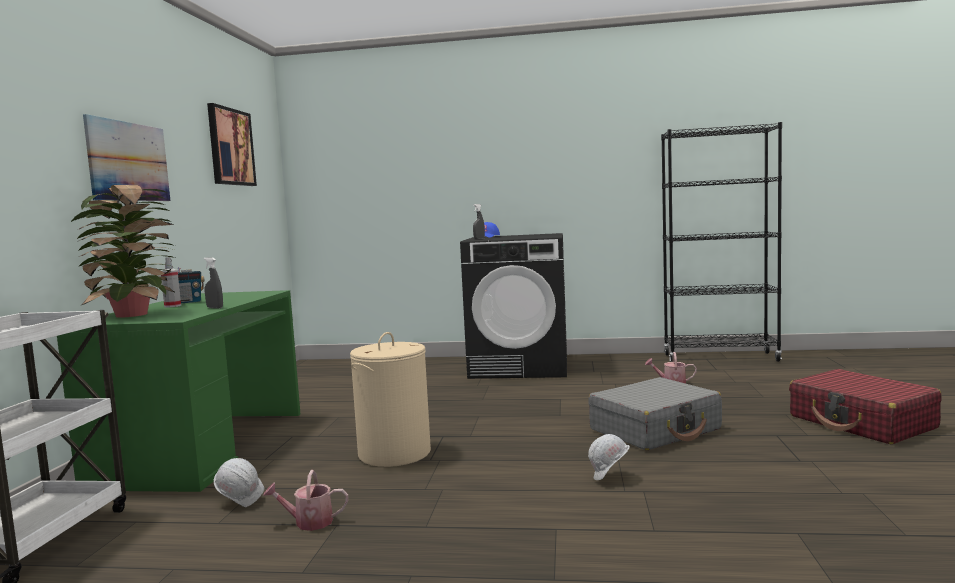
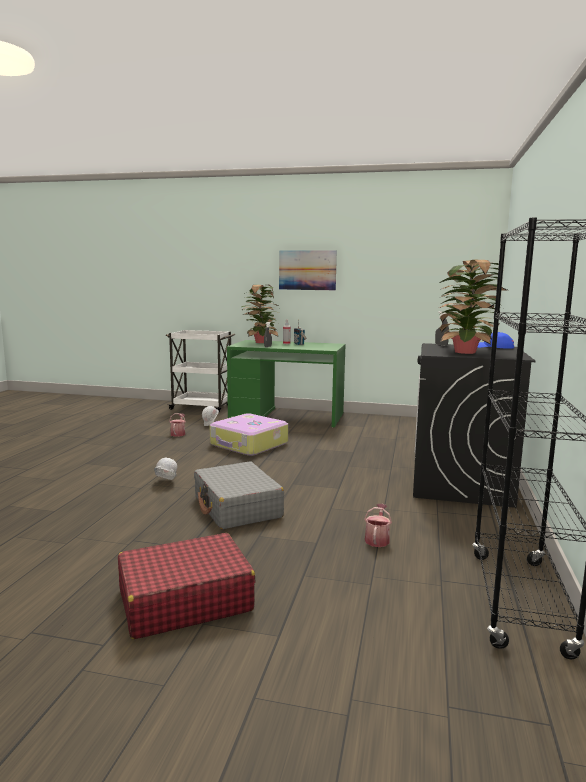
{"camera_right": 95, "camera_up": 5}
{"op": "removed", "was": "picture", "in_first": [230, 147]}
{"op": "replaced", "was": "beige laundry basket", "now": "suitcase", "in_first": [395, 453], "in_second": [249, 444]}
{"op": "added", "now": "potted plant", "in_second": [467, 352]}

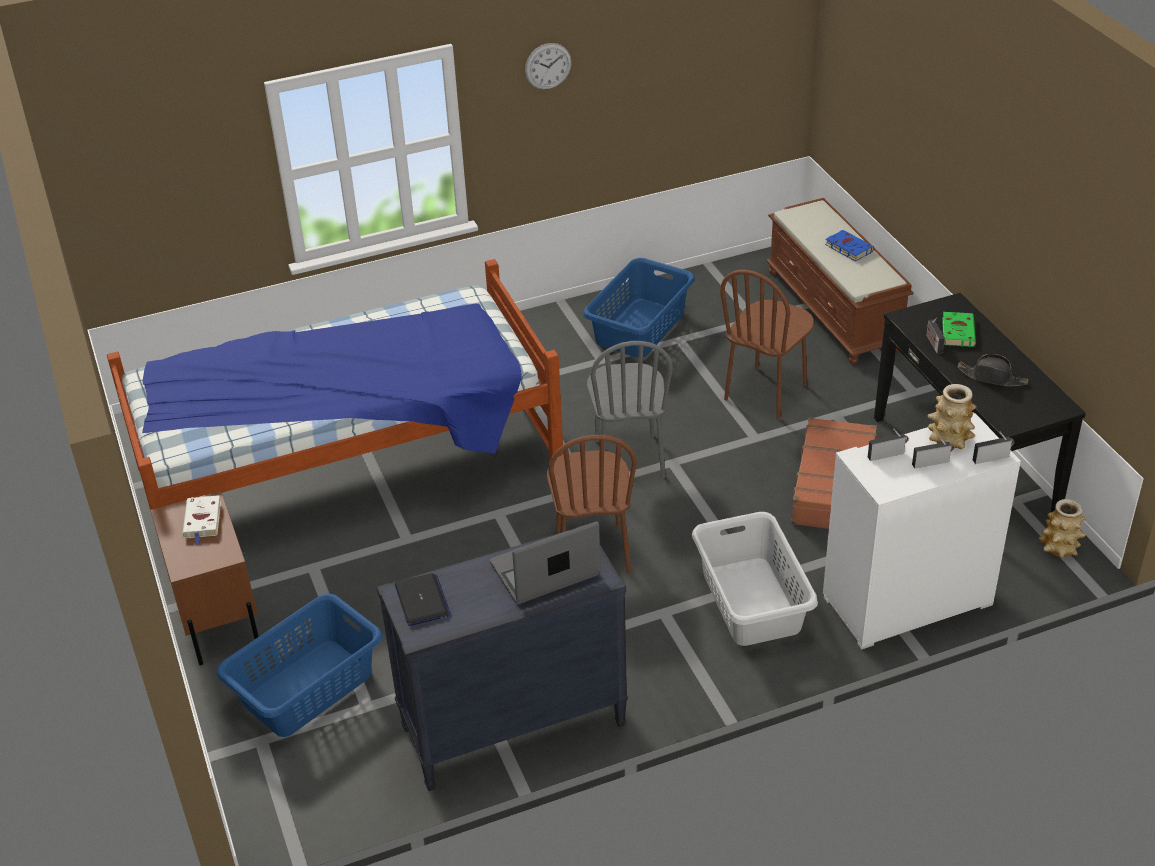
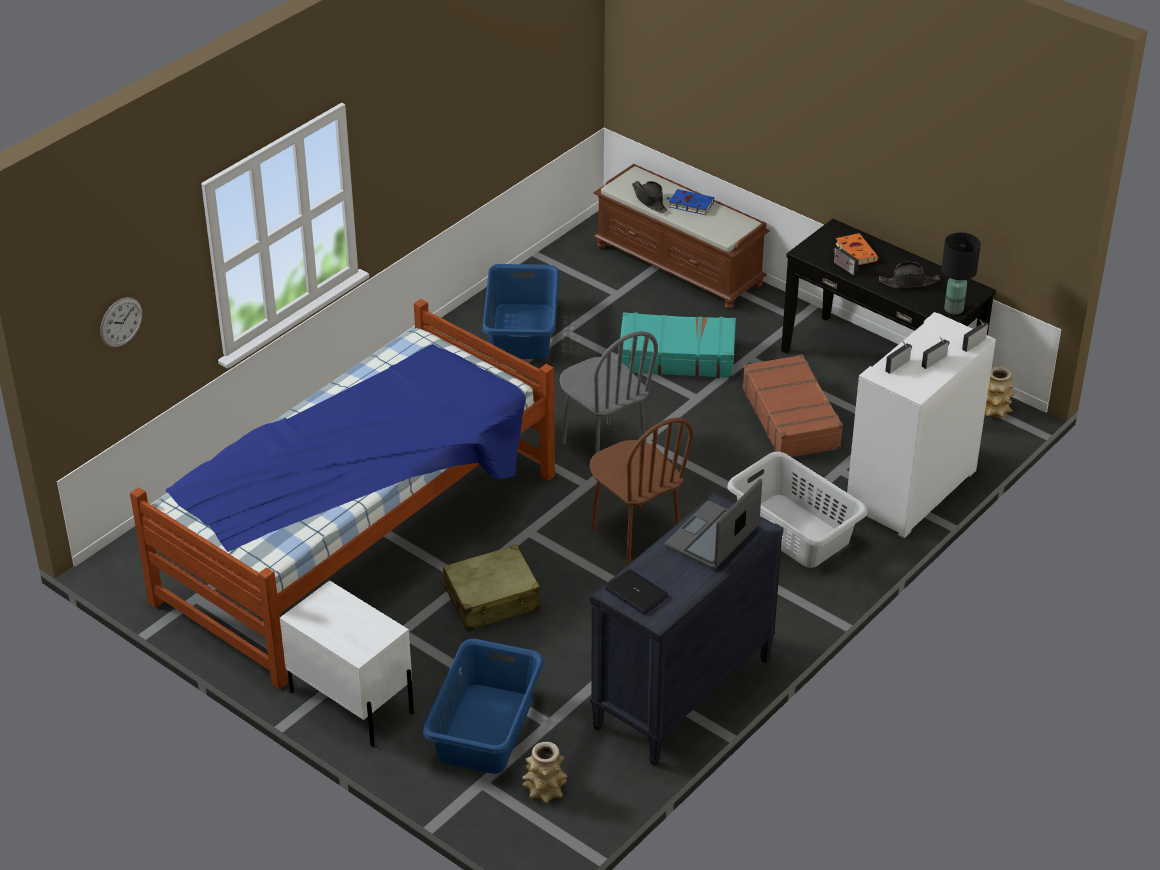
{"camera_right": -30, "camera_up": 0}
{"op": "recoloured", "was": "brown nightstand", "now": "white nightstand", "in_first": [218, 615], "in_second": [351, 701]}
{"op": "removed", "was": "white book", "in_first": [202, 521]}
{"op": "moved", "was": "wall clock", "in_first": [548, 66], "in_second": [121, 322]}
{"op": "replaced", "was": "brown chair", "now": "turquoise suitcase", "in_first": [766, 393], "in_second": [676, 356]}
{"op": "moved", "was": "vase", "in_first": [949, 439], "in_second": [544, 790]}
{"op": "recoloured", "was": "green book", "now": "orange book", "in_first": [957, 331], "in_second": [855, 252]}
{"op": "added", "now": "beige suitcase", "in_second": [493, 600]}
{"op": "added", "now": "black hat", "in_second": [649, 200]}
{"op": "added", "now": "black table lamp", "in_second": [954, 309]}

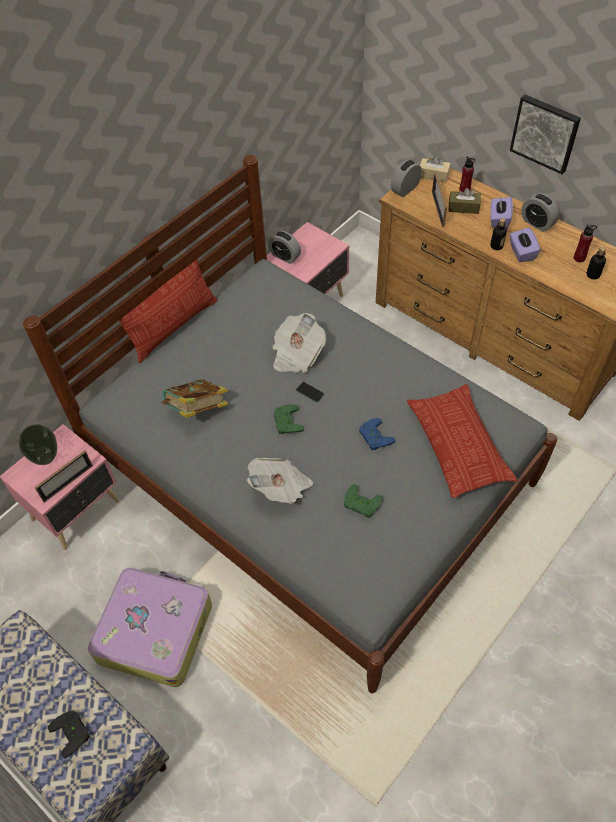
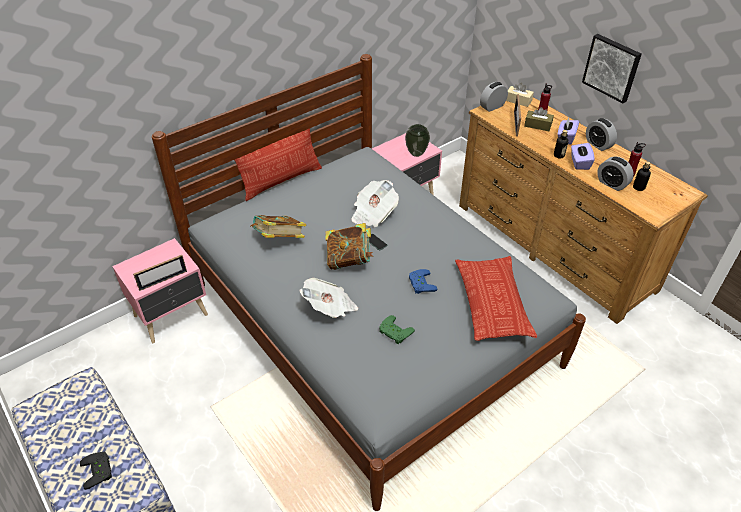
{"camera_right": 10, "camera_up": -10}
{"op": "moved", "was": "vase", "in_first": [45, 459], "in_second": [416, 154]}
{"op": "removed", "was": "suitcase", "in_first": [155, 630]}
{"op": "moved", "was": "alarm clock", "in_first": [285, 256], "in_second": [611, 184]}
{"op": "replaced", "was": "green game controller", "now": "book", "in_first": [286, 421], "in_second": [349, 260]}

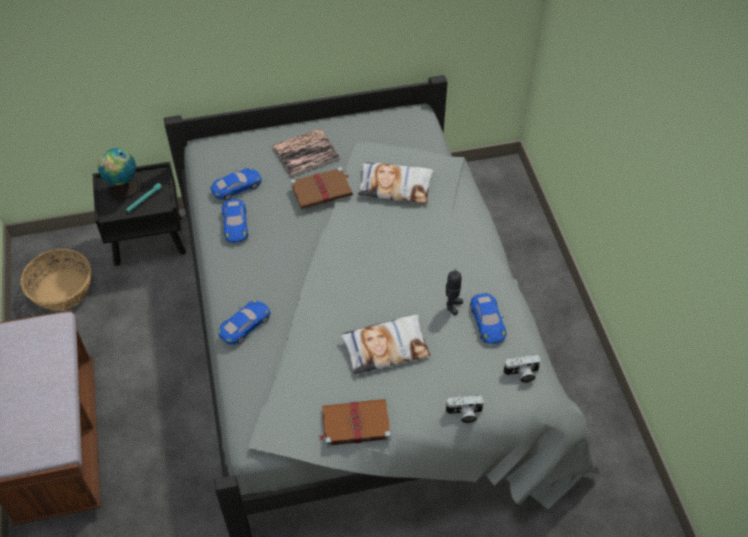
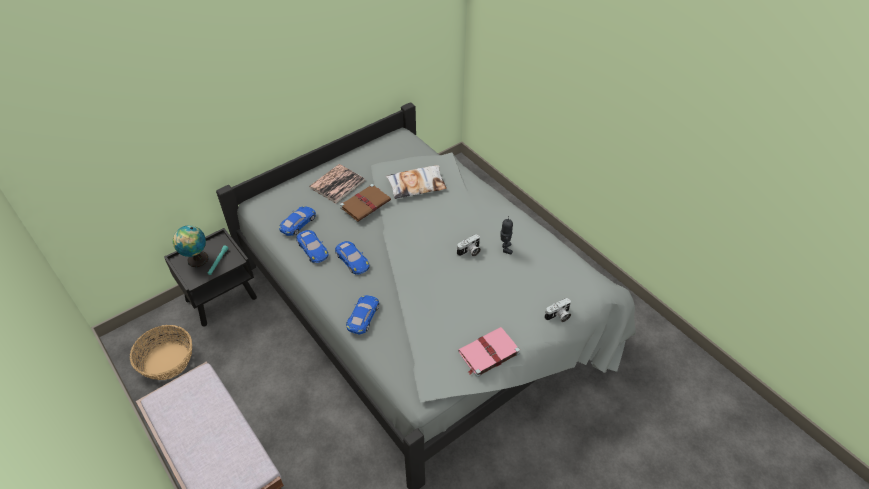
{"camera_right": -25, "camera_up": -5}
{"op": "recoloured", "was": "brown book", "now": "pink book", "in_first": [354, 424], "in_second": [488, 353]}
{"op": "removed", "was": "pillow", "in_first": [385, 347]}
{"op": "moved", "was": "blue toy car", "in_first": [487, 321], "in_second": [352, 260]}
{"op": "moved", "was": "photo camera", "in_first": [521, 374], "in_second": [470, 252]}

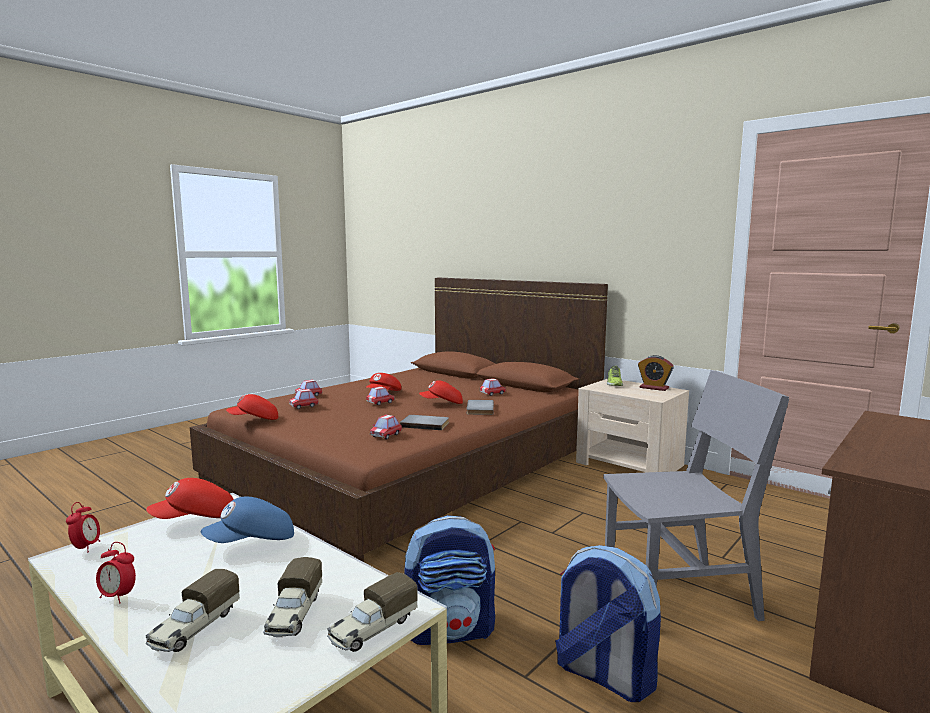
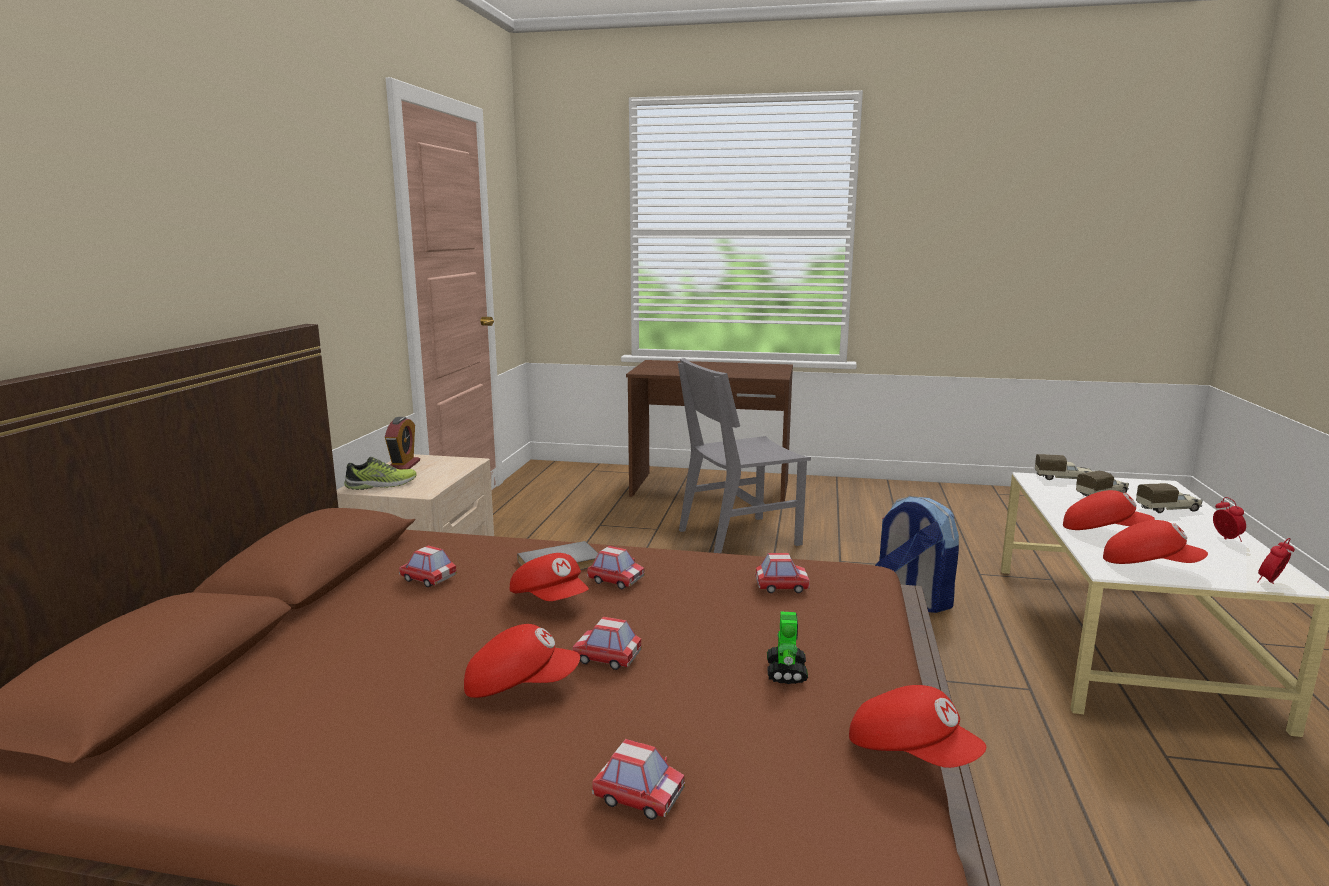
{"camera_right": -120, "camera_up": 5}
{"op": "recoloured", "was": "blue cap", "now": "red cap", "in_first": [252, 543], "in_second": [1103, 531]}
{"op": "moved", "was": "toy car", "in_first": [303, 406], "in_second": [616, 580]}
{"op": "removed", "was": "grey book", "in_first": [425, 424]}
{"op": "removed", "was": "backpack", "in_first": [603, 675]}
{"op": "turned", "was": "grey chair", "in_first": [678, 594], "in_second": [738, 537], "clockwise": -75}
{"op": "added", "now": "toy robot", "in_second": [786, 671]}

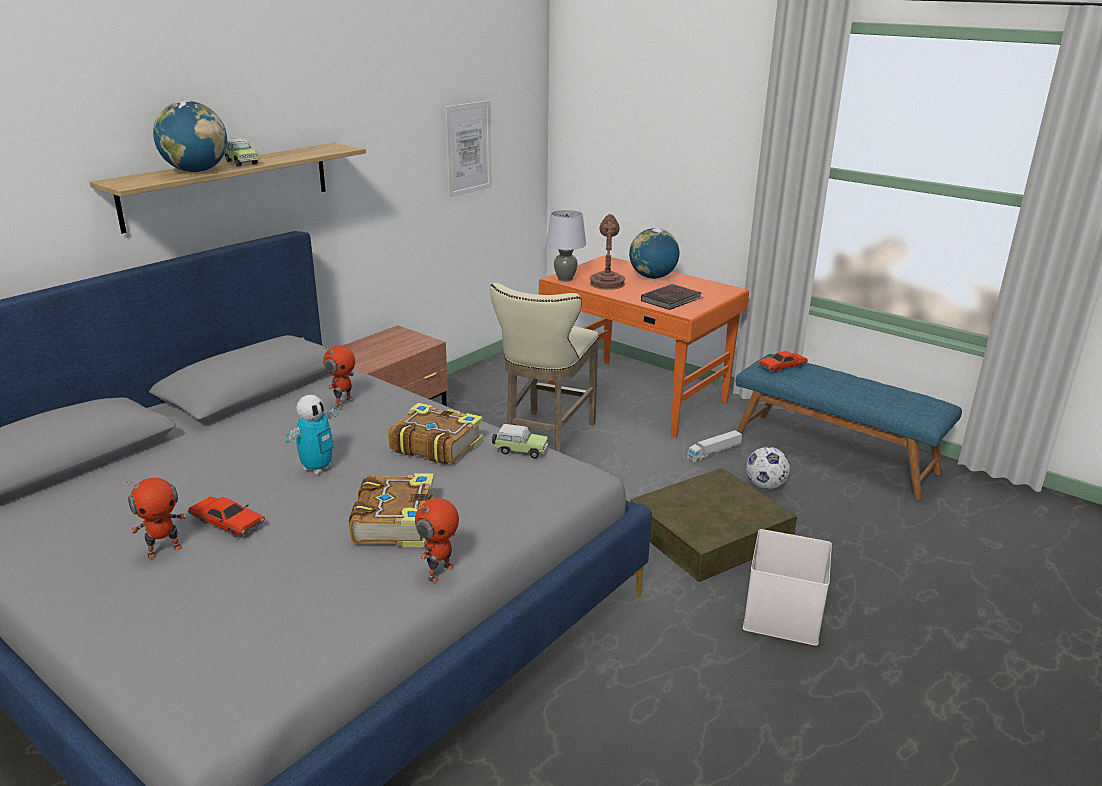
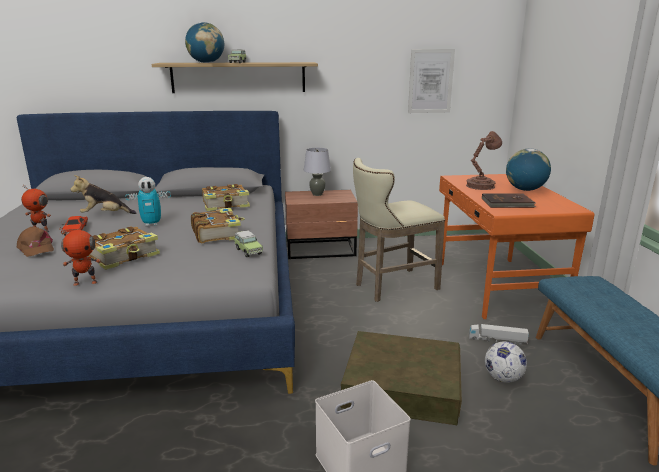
{"camera_right": 45, "camera_up": -5}
{"op": "replaced", "was": "toy robot", "now": "book", "in_first": [343, 402], "in_second": [226, 205]}
{"op": "moved", "was": "grey table lamp", "in_first": [565, 279], "in_second": [317, 194]}
{"op": "removed", "was": "red toy car", "in_first": [782, 367]}
{"op": "added", "now": "brown cap", "in_second": [36, 248]}
{"op": "added", "now": "plush toy", "in_second": [105, 215]}

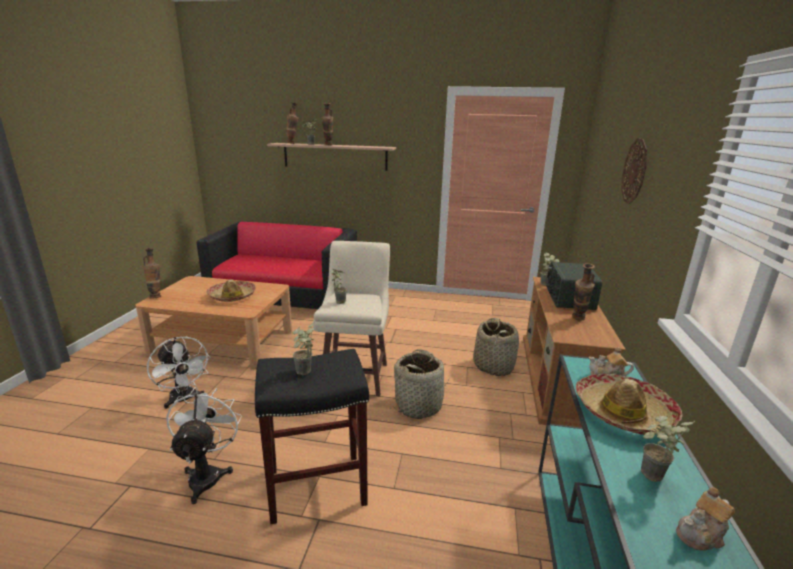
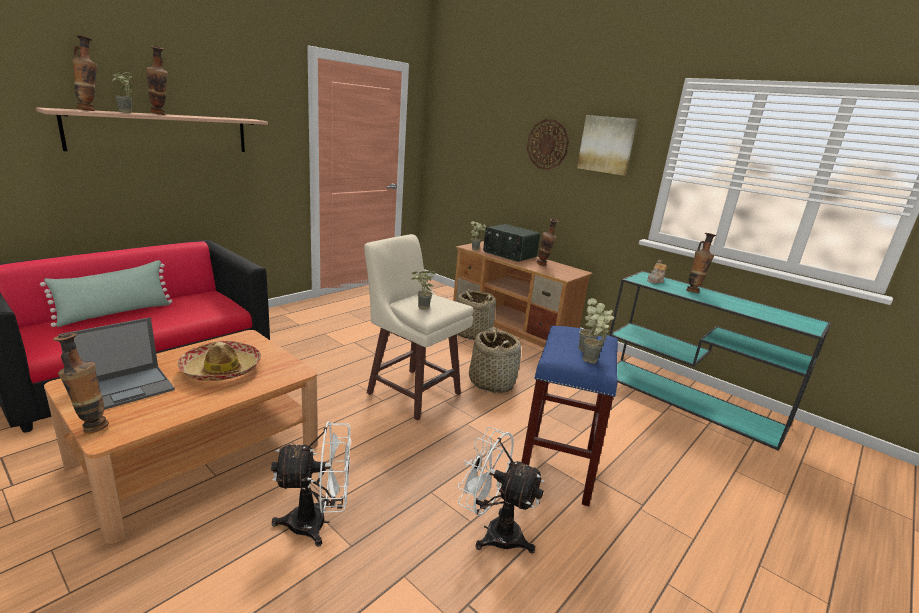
{"camera_right": -60, "camera_up": 0}
{"op": "recoloured", "was": "black stool", "now": "blue stool", "in_first": [315, 487], "in_second": [558, 468]}
{"op": "replaced", "was": "hat", "now": "vase", "in_first": [623, 412], "in_second": [693, 291]}
{"op": "moved", "was": "potted plant", "in_first": [650, 479], "in_second": [592, 362]}
{"op": "removed", "was": "teapot", "in_first": [701, 534]}
{"op": "added", "now": "green pillow", "in_second": [115, 313]}
{"op": "added", "now": "laptop", "in_second": [124, 389]}
{"op": "added", "now": "picture", "in_second": [606, 144]}

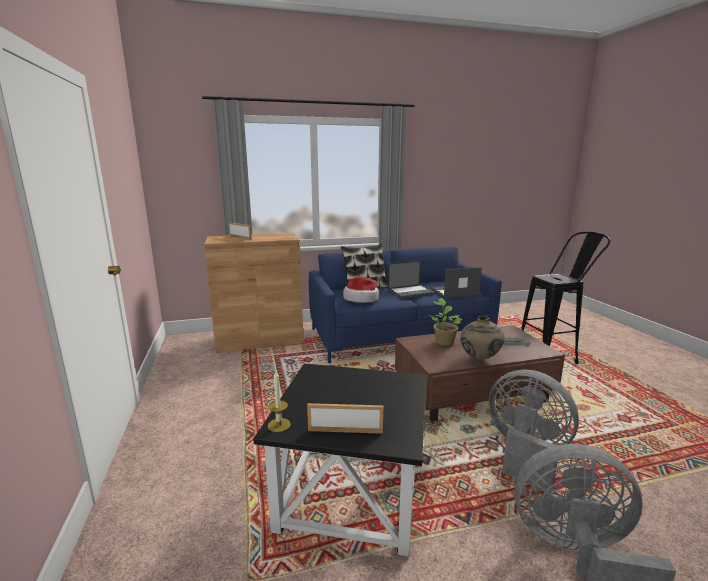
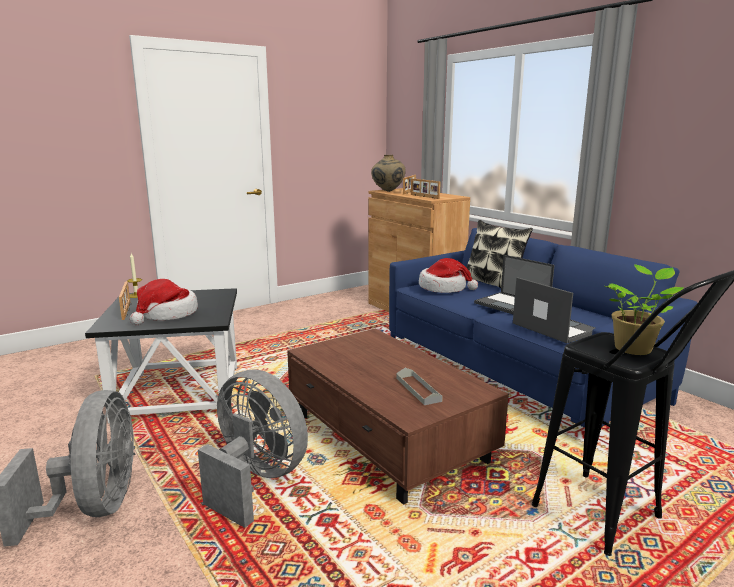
{"camera_right": 70, "camera_up": 0}
{"op": "moved", "was": "potted plant", "in_first": [444, 342], "in_second": [634, 348]}
{"op": "moved", "was": "beige vase", "in_first": [480, 359], "in_second": [388, 191]}
{"op": "turned", "was": "grey fan", "in_first": [525, 454], "in_second": [255, 480], "clockwise": -75}
{"op": "added", "now": "hat", "in_second": [166, 315]}
{"op": "added", "now": "picture frame", "in_second": [424, 196]}

